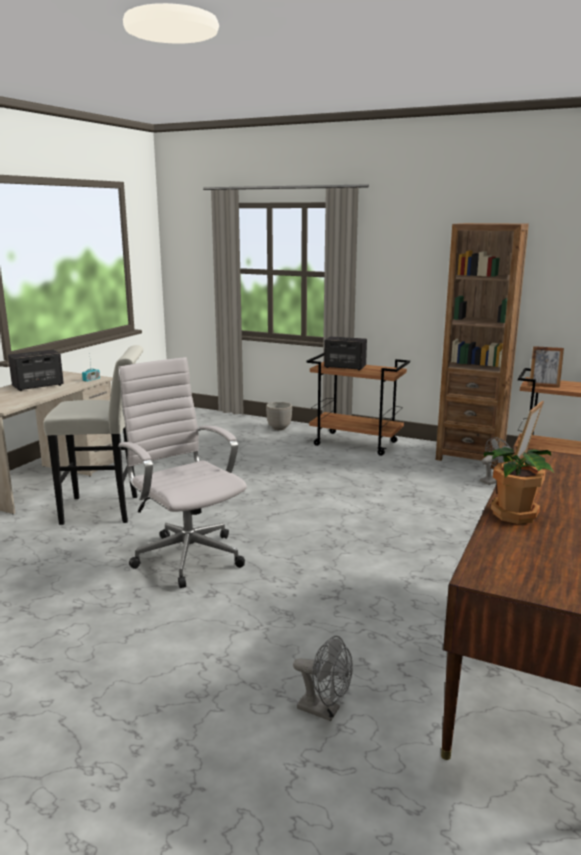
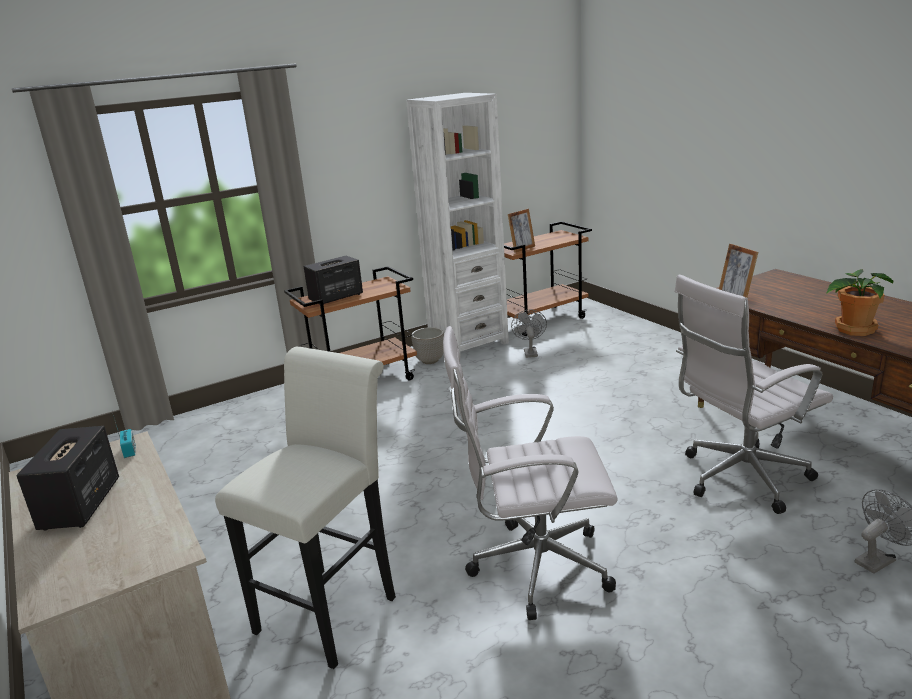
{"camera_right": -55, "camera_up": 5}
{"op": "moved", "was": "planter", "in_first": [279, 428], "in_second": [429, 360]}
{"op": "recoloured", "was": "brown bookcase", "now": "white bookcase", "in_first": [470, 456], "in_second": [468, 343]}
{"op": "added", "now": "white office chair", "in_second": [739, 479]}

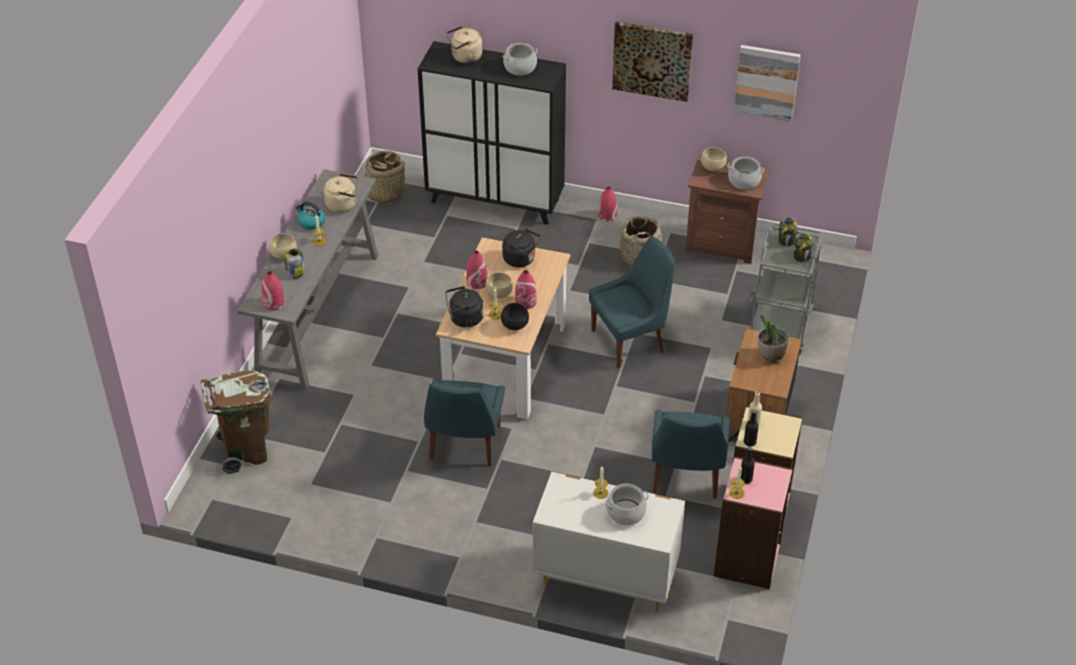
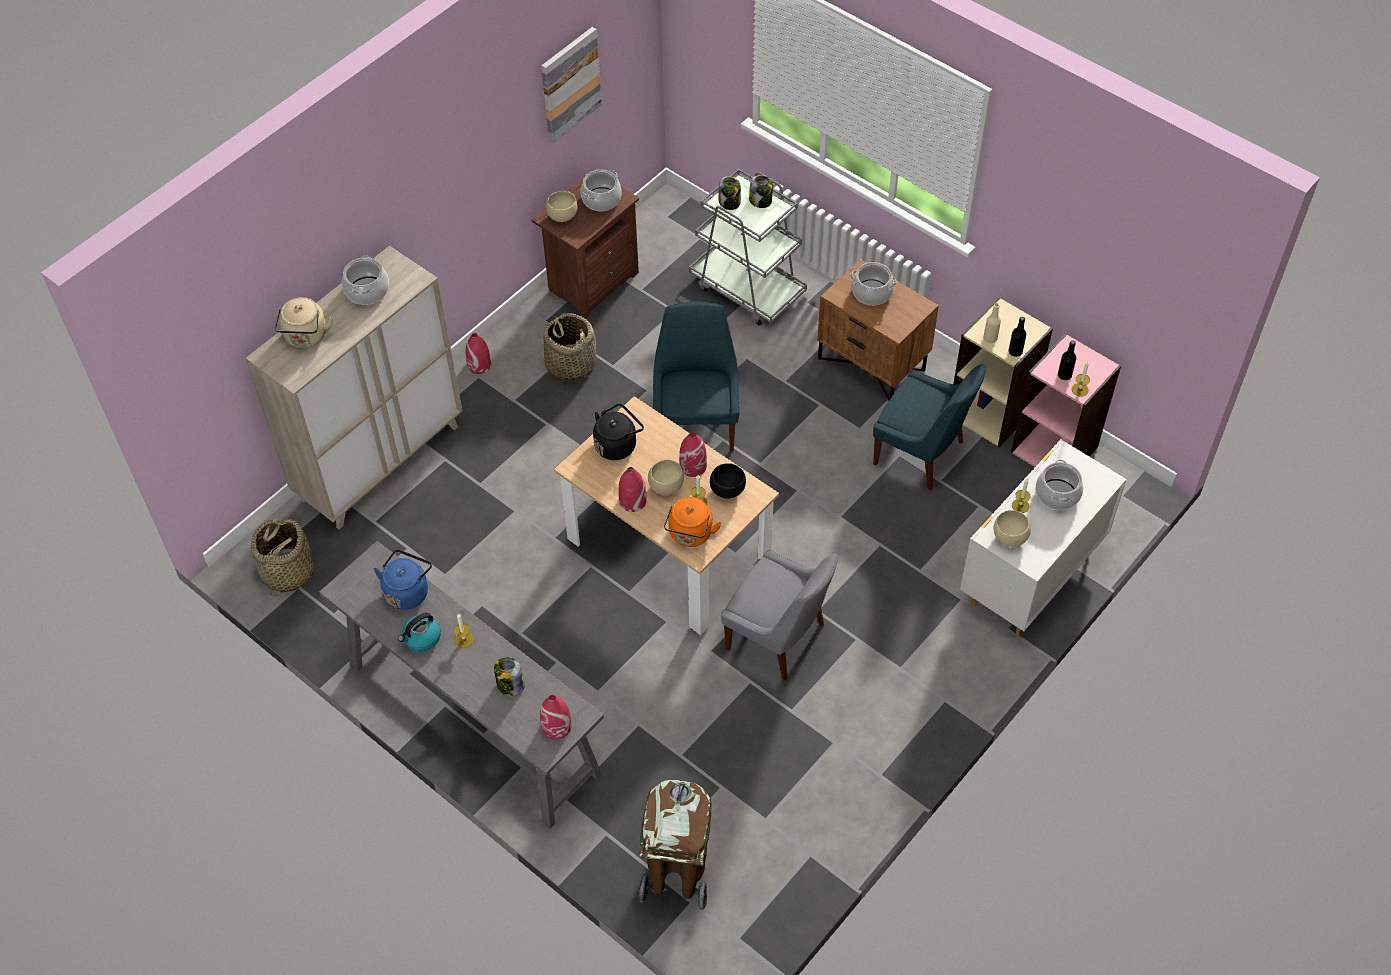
{"camera_right": -65, "camera_up": 10}
{"op": "moved", "was": "beige bowl", "in_first": [283, 255], "in_second": [1010, 538]}
{"op": "recoloured", "was": "beige kettle", "now": "blue kettle", "in_first": [343, 204], "in_second": [407, 591]}
{"op": "recoloured", "was": "black cabinet", "now": "beige cabinet", "in_first": [495, 200], "in_second": [381, 462]}
{"op": "recoloured", "was": "blue chair", "now": "grey chair", "in_first": [464, 445], "in_second": [779, 638]}
{"op": "recoloured", "was": "black kettle", "now": "orange kettle", "in_first": [464, 319], "in_second": [690, 535]}
{"op": "removed", "was": "picture", "in_first": [652, 60]}
{"op": "replaced", "was": "potted plant", "now": "cooking pot", "in_first": [770, 356], "in_second": [872, 292]}

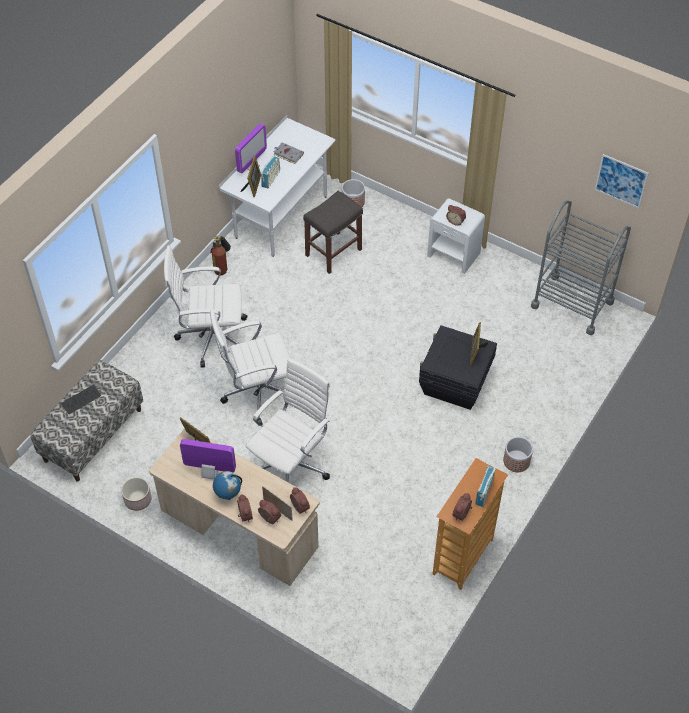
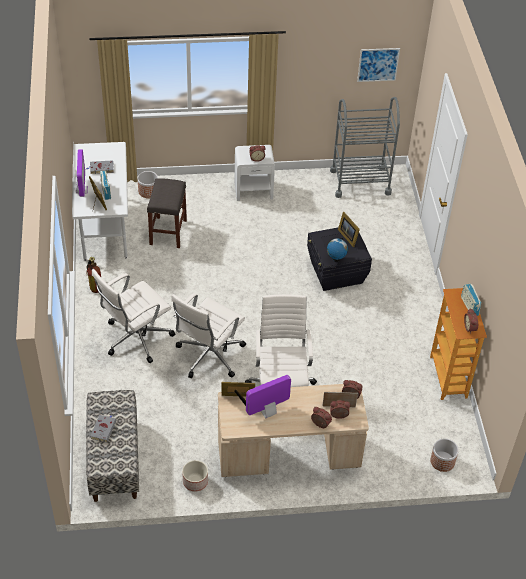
{"camera_right": -40, "camera_up": -5}
{"op": "replaced", "was": "keyboard", "now": "grey book", "in_first": [81, 400], "in_second": [103, 429]}
{"op": "moved", "was": "globe", "in_first": [228, 495], "in_second": [336, 259]}
{"op": "moved", "was": "planter", "in_first": [516, 461], "in_second": [442, 461]}

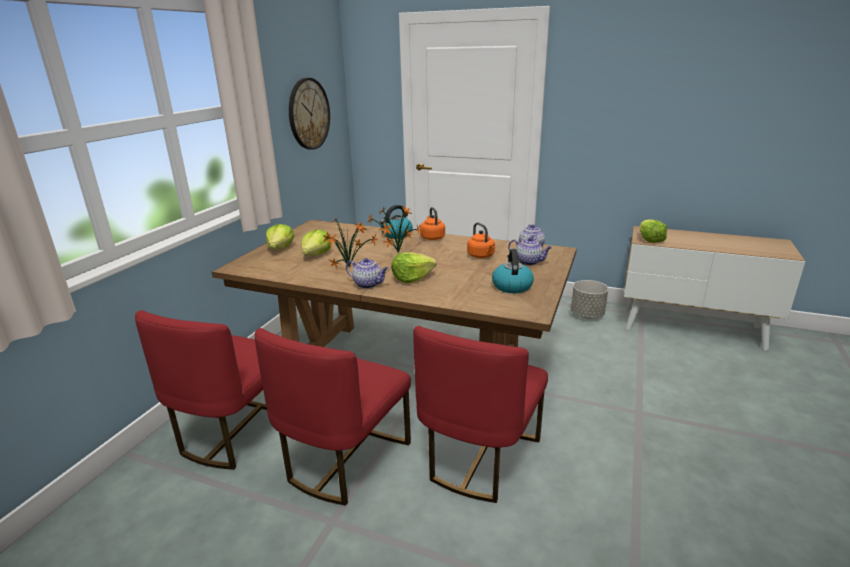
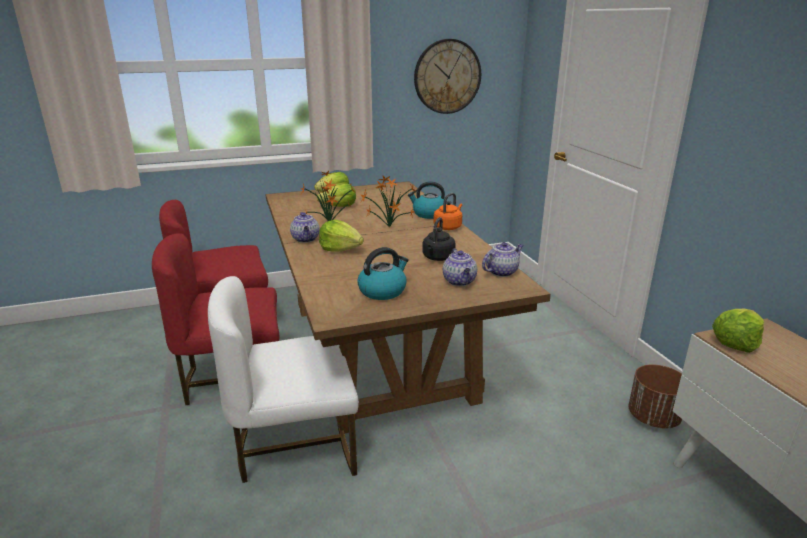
{"camera_right": 50, "camera_up": 0}
{"op": "recoloured", "was": "red chair", "now": "white chair", "in_first": [479, 457], "in_second": [295, 446]}
{"op": "recoloured", "was": "orange kettle", "now": "black kettle", "in_first": [481, 256], "in_second": [437, 258]}
{"op": "recoloured", "was": "grey planter", "now": "brown planter", "in_first": [587, 315], "in_second": [653, 418]}

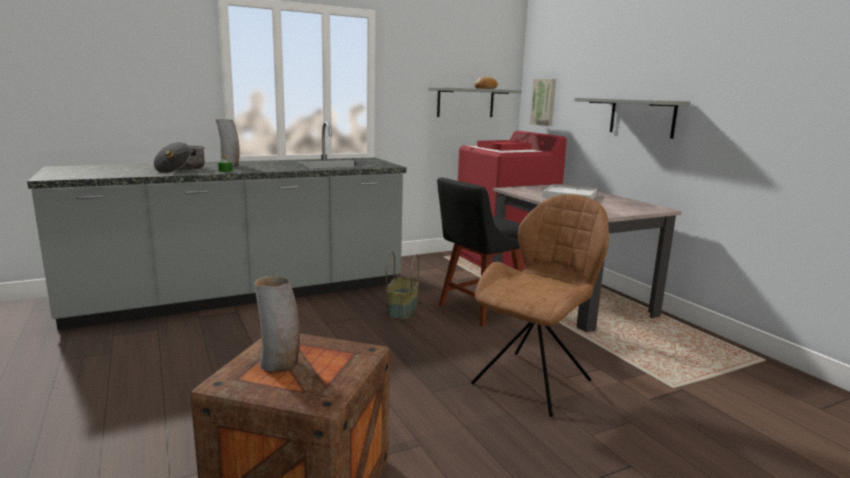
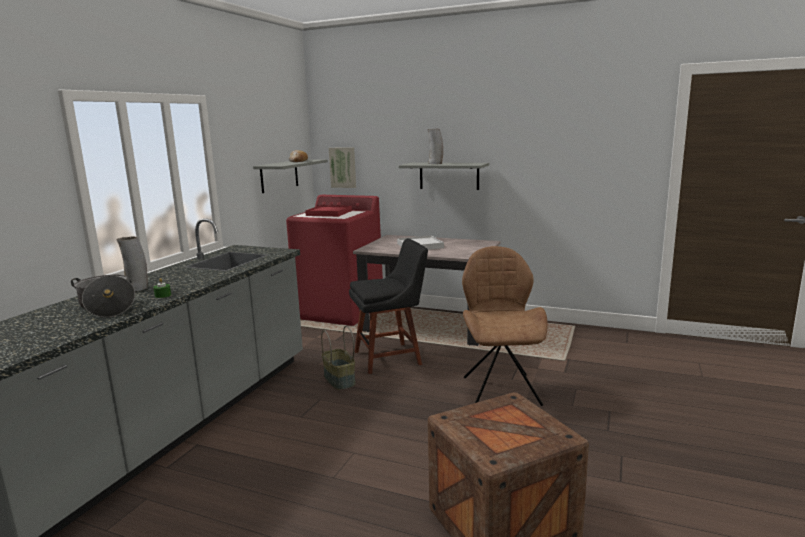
{"camera_right": -40, "camera_up": 0}
{"op": "moved", "was": "vase", "in_first": [279, 364], "in_second": [435, 163]}
{"op": "turned", "was": "black chair", "in_first": [479, 309], "in_second": [391, 357], "clockwise": -120}

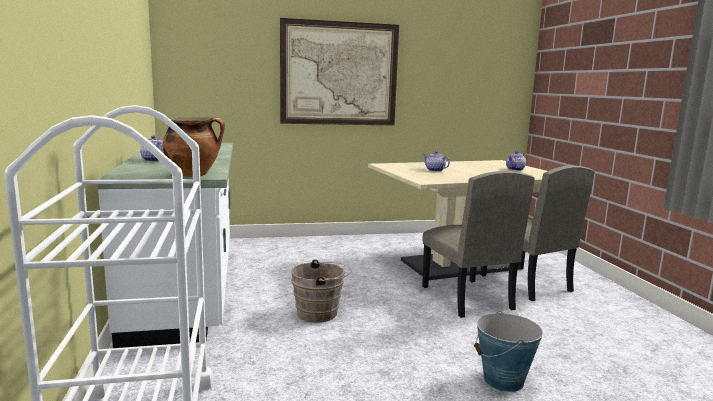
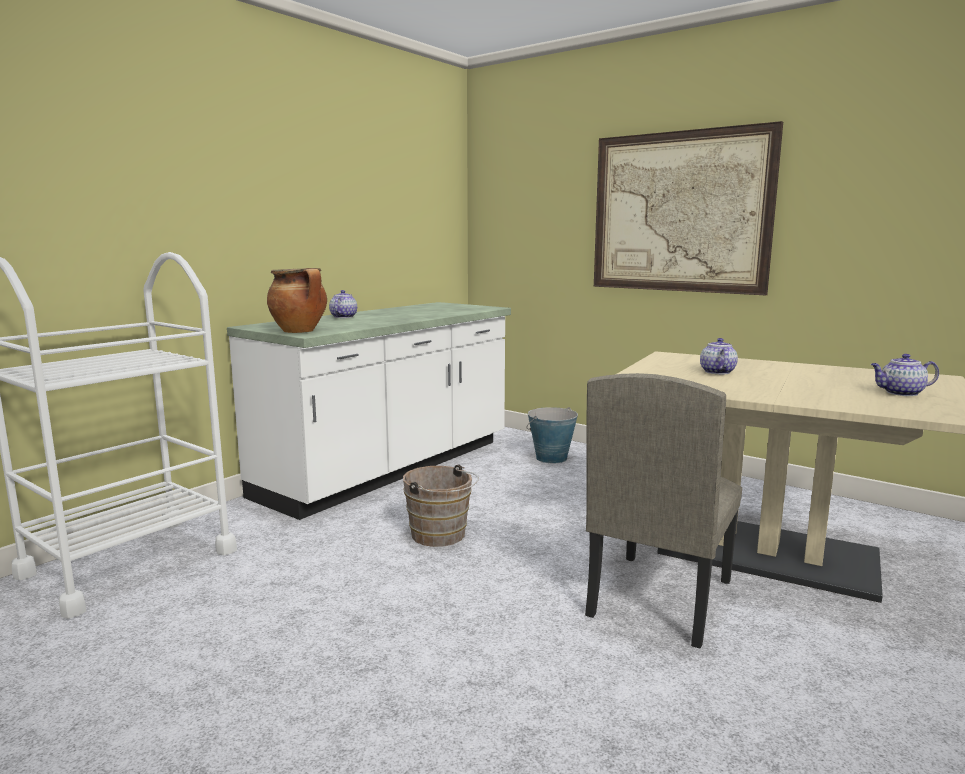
{"camera_right": 50, "camera_up": 0}
{"op": "moved", "was": "bucket", "in_first": [503, 380], "in_second": [551, 458]}
{"op": "removed", "was": "beige chair", "in_first": [525, 283]}

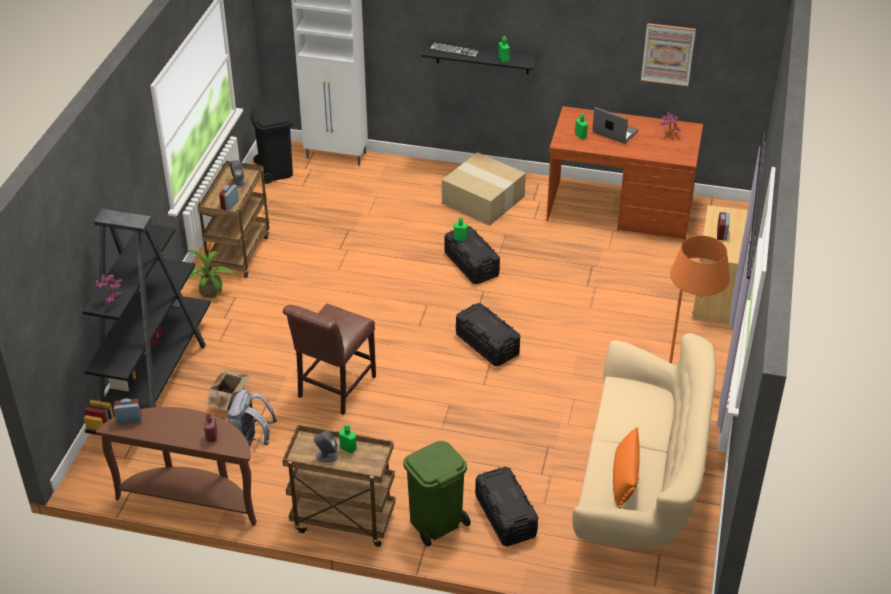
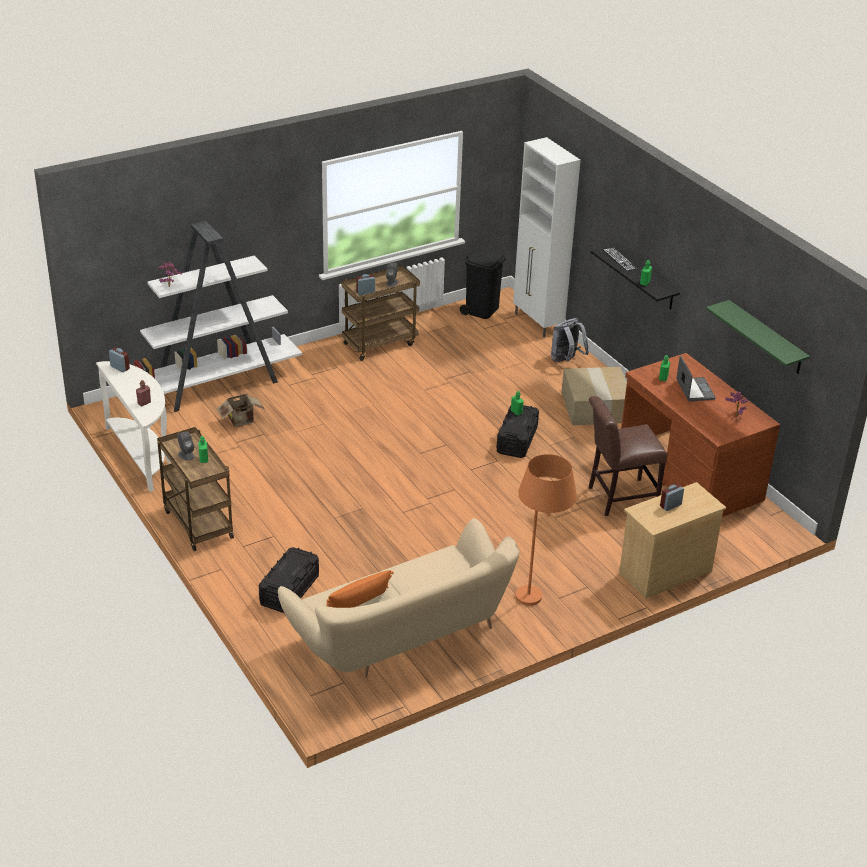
{"camera_right": 45, "camera_up": -5}
{"op": "recoloured", "was": "black bookcase", "now": "white bookcase", "in_first": [154, 383], "in_second": [218, 384]}
{"op": "recoloured", "was": "brown console table", "now": "white console table", "in_first": [192, 498], "in_second": [142, 455]}
{"op": "removed", "was": "potted plant", "in_first": [212, 293]}
{"op": "moved", "was": "grey backpack", "in_first": [251, 441], "in_second": [566, 360]}
{"op": "moved", "was": "brown chair", "in_first": [333, 389], "in_second": [618, 497]}
{"op": "removed", "was": "green trash can", "in_first": [435, 523]}
{"op": "removed", "was": "black storage box", "in_first": [487, 344]}
{"op": "replaced", "was": "picture", "now": "green shelf", "in_first": [668, 54], "in_second": [766, 338]}

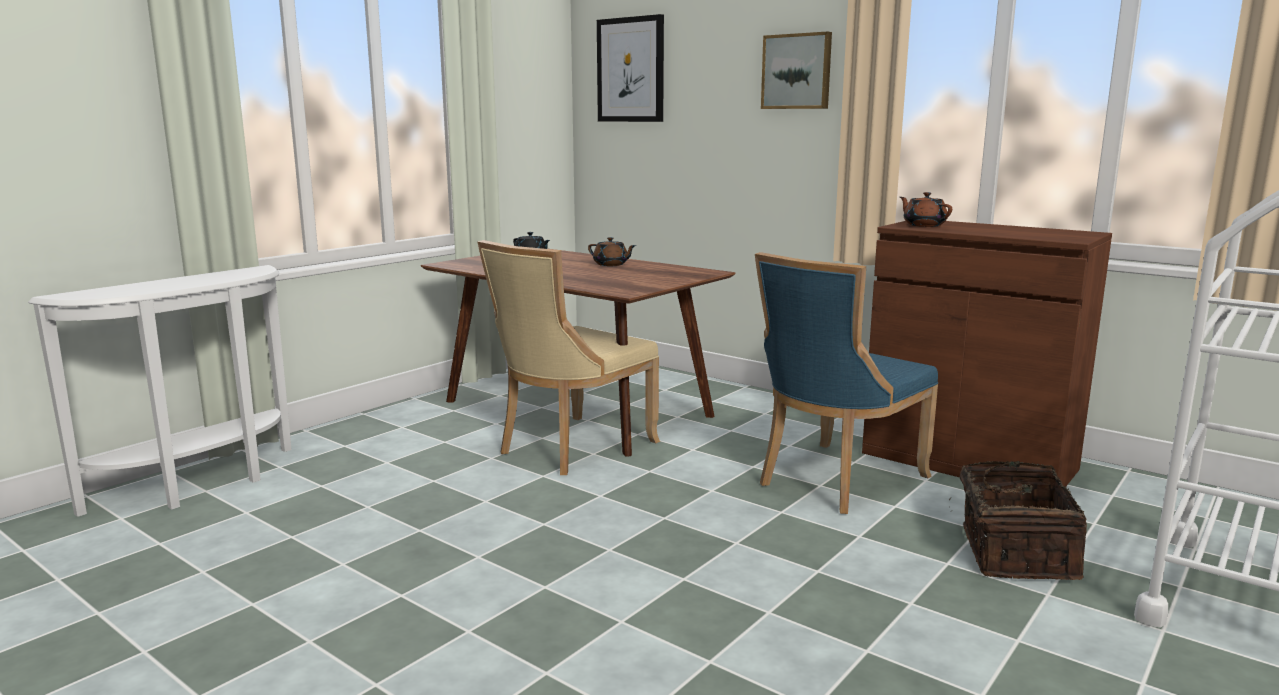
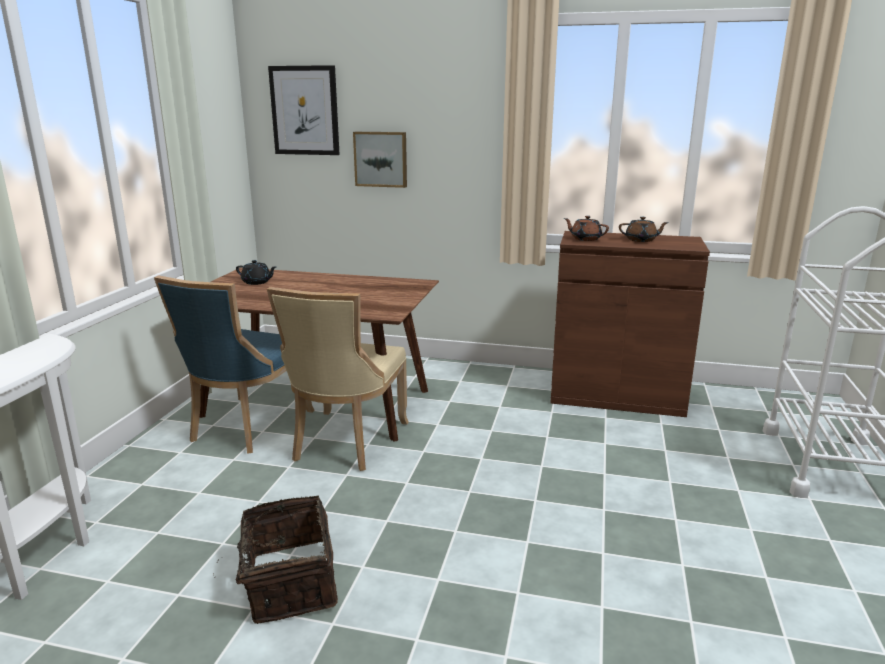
{"camera_right": -25, "camera_up": 5}
{"op": "moved", "was": "brown teapot", "in_first": [611, 264], "in_second": [641, 240]}
{"op": "moved", "was": "blue chair", "in_first": [835, 481], "in_second": [247, 427]}
{"op": "moved", "was": "picture", "in_first": [797, 71], "in_second": [381, 159]}
{"op": "moved", "was": "basket", "in_first": [1012, 552], "in_second": [288, 583]}

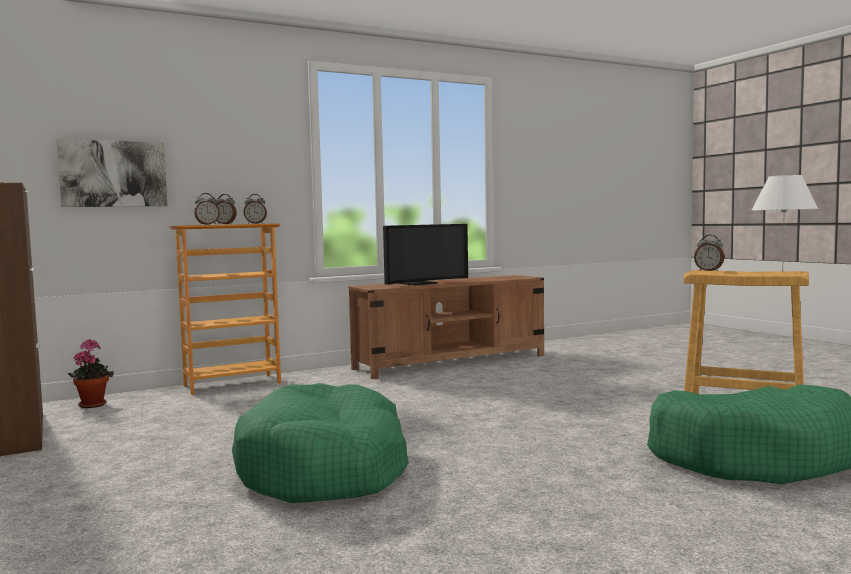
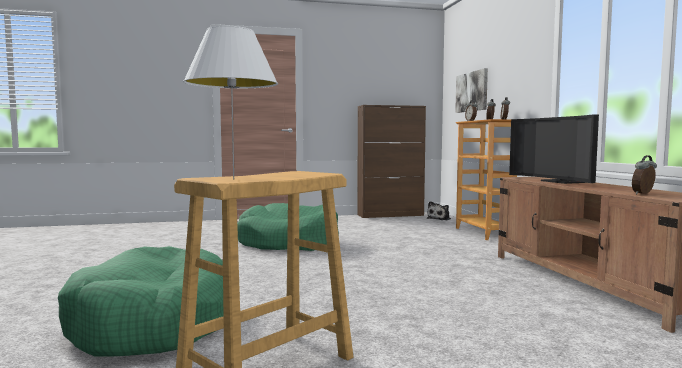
{"camera_right": 105, "camera_up": 0}
{"op": "replaced", "was": "potted plant", "now": "plush toy", "in_first": [92, 404], "in_second": [439, 219]}
{"op": "moved", "was": "alarm clock", "in_first": [709, 271], "in_second": [643, 194]}

